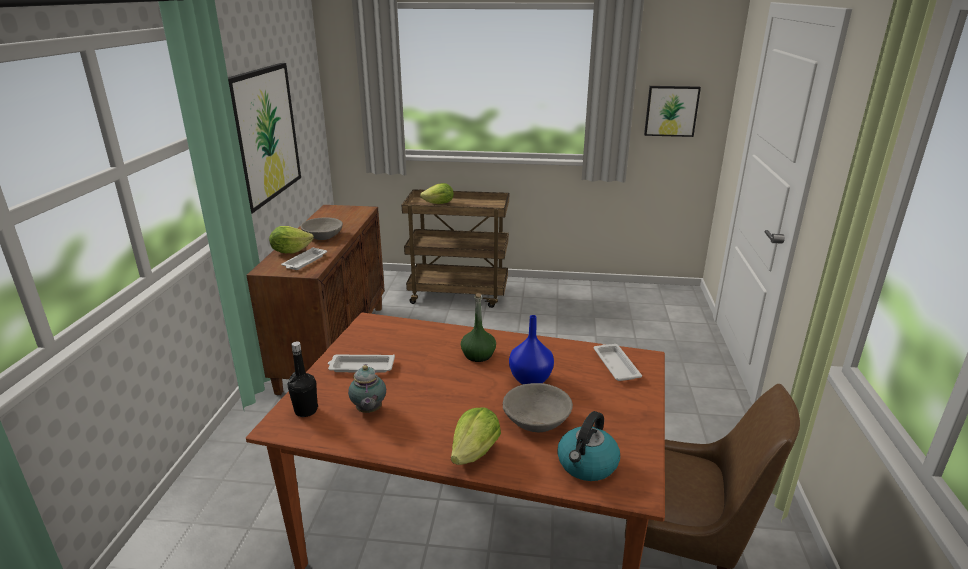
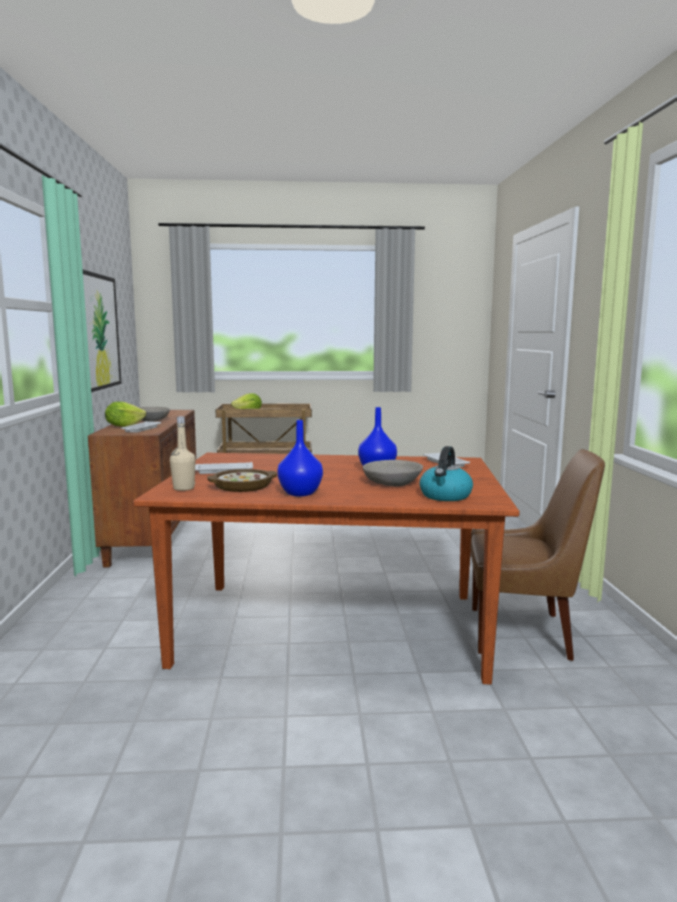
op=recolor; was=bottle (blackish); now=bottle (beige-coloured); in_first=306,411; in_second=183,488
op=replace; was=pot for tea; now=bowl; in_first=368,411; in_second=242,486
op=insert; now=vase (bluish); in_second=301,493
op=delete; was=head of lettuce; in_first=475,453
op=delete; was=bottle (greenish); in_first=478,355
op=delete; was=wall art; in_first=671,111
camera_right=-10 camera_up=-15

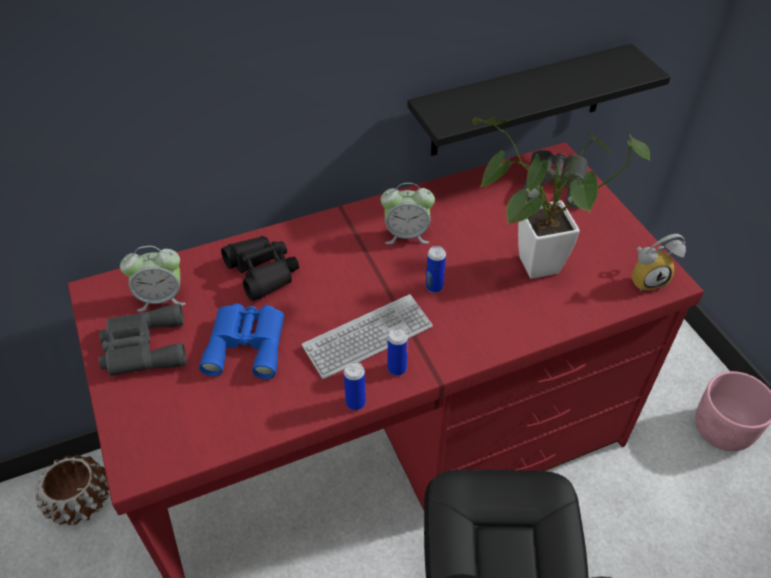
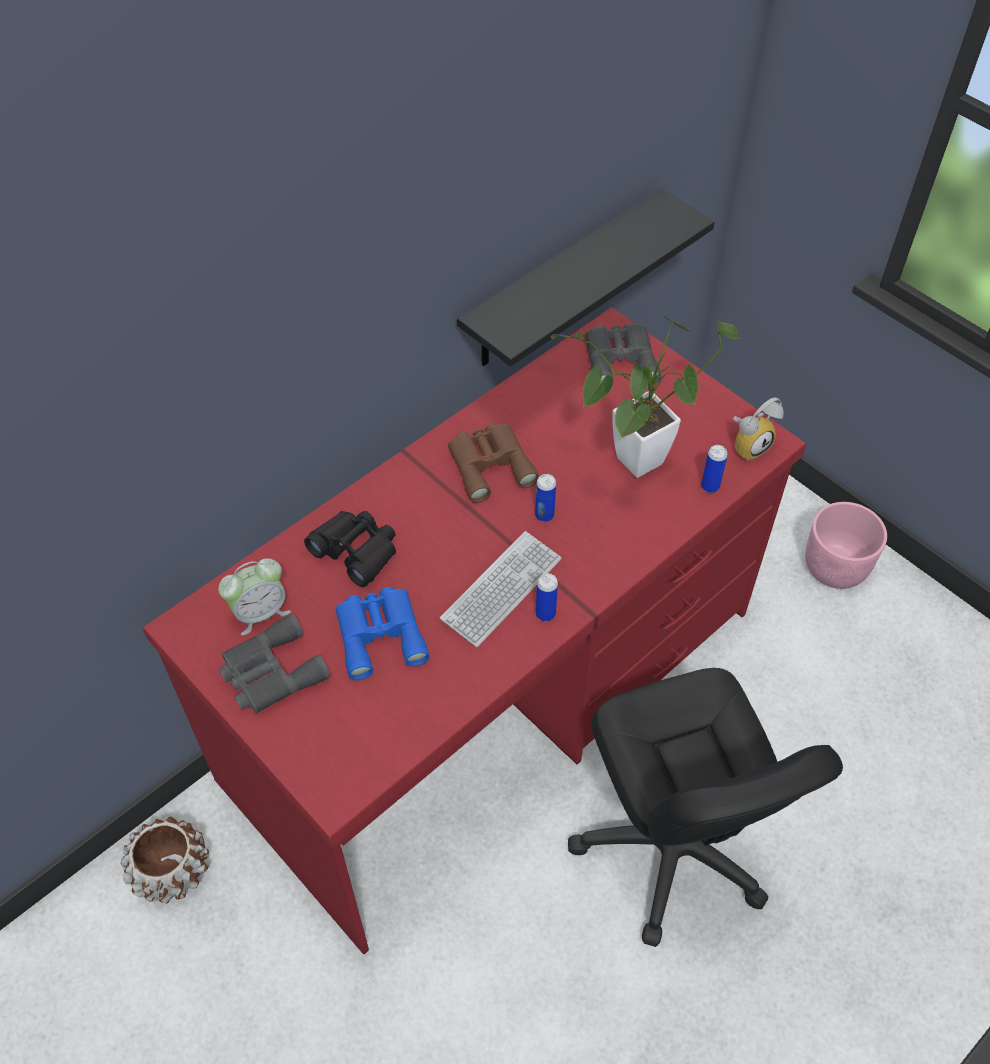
op=replace; was=alarm clock; now=binoculars (brownish); in_first=406,234; in_second=490,464
op=move; was=sealed can; in_first=355,403; in_second=710,486
camera_right=-20 camera_up=5

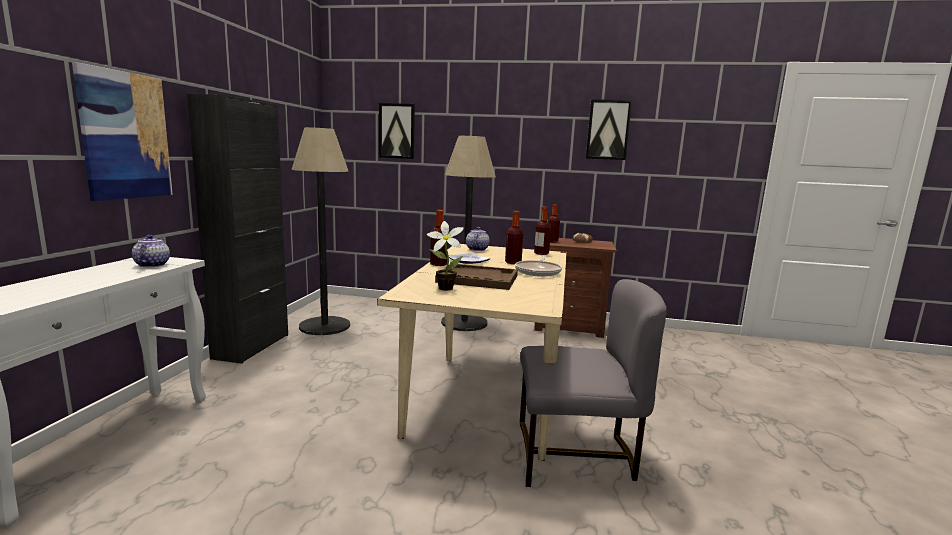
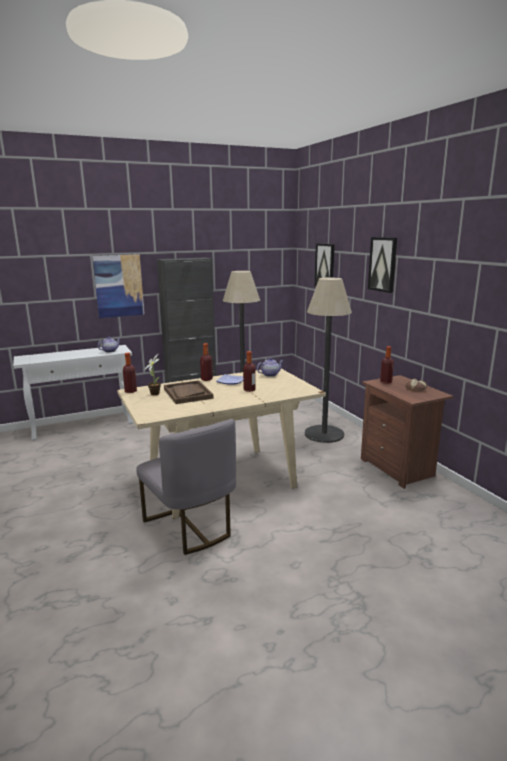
op=move; was=bottle; in_first=541,253; in_second=130,391
op=move; was=wall art; in_first=608,130; in_second=383,264
op=delete; was=pan; in_first=538,271
camera_right=55 camera_up=5

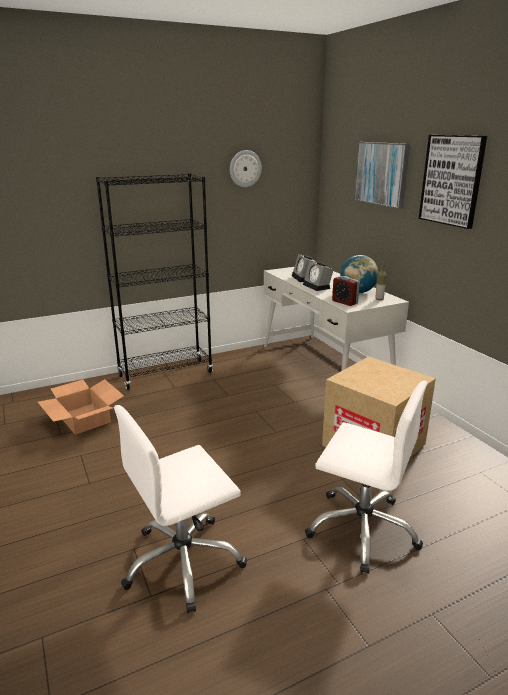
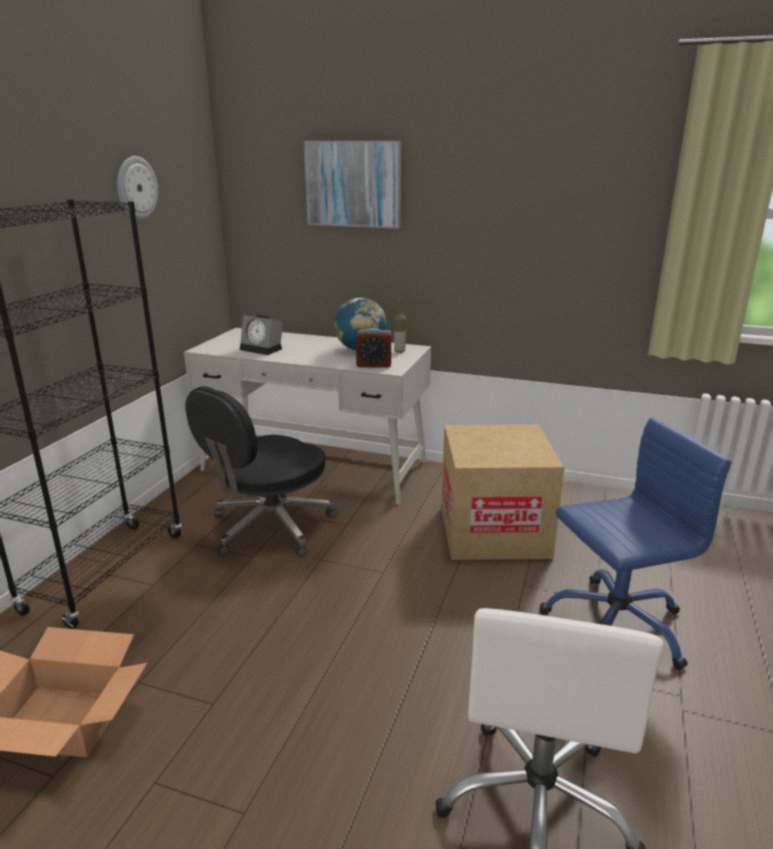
op=insert; now=desk chair (blackish); in_second=270,528
op=recolor; was=desk chair (whitish); now=desk chair (bluish); in_first=362,529; in_second=615,625
op=delete; was=alarm clock; in_first=318,286
op=delete; was=wall art; in_first=452,180
camera_right=-45 camera_up=0

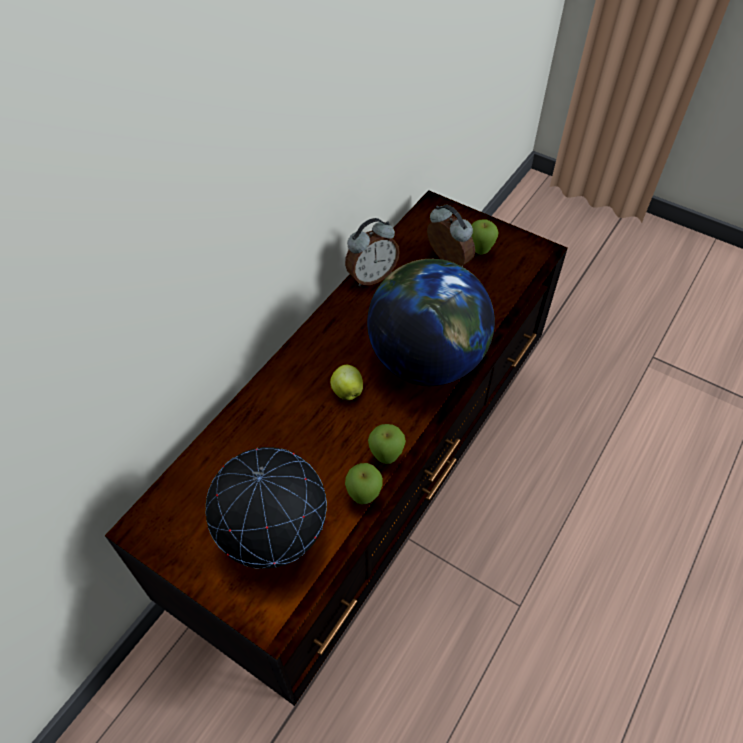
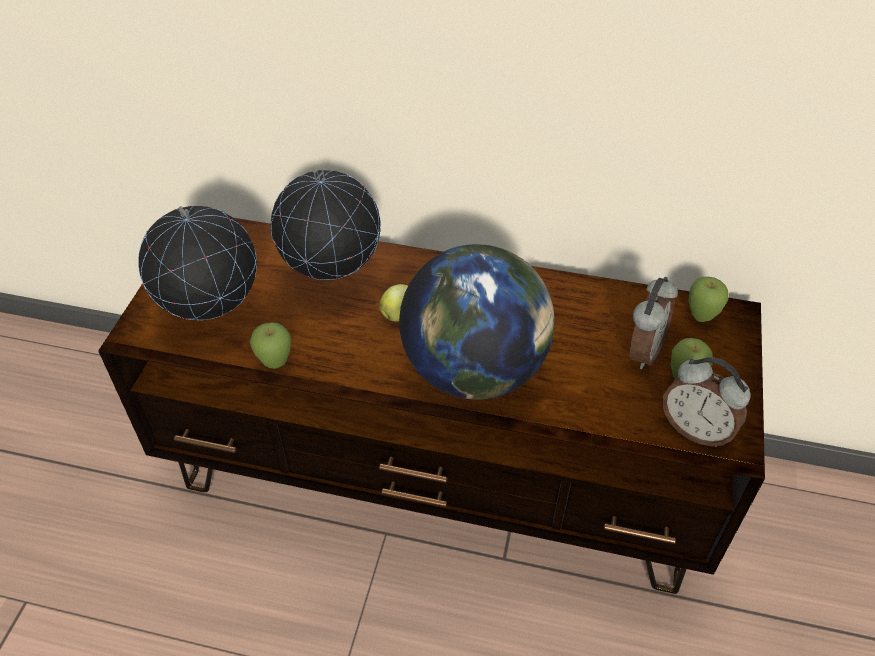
op=insert; now=world globe; in_second=332,275
op=move; was=alarm clock; in_first=371,276; in_second=695,429
op=move; was=whole apple; in_first=386,457; in_second=700,317
camera_right=70 camera_up=-5

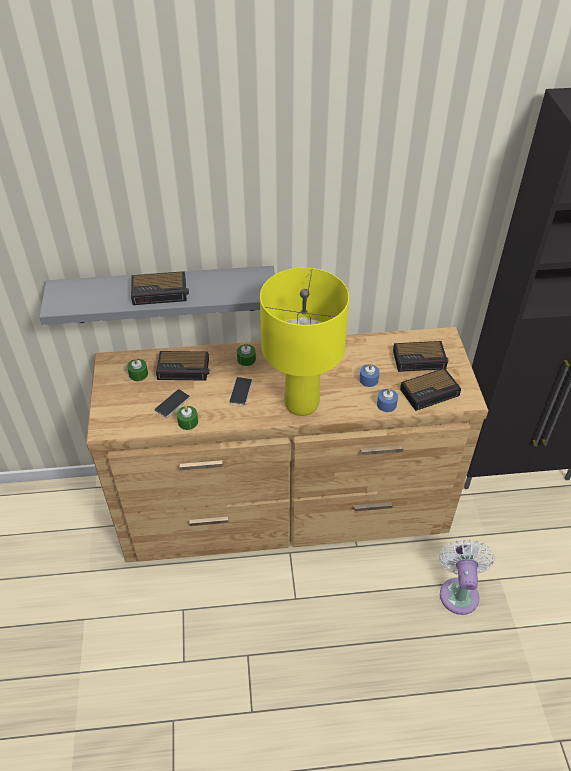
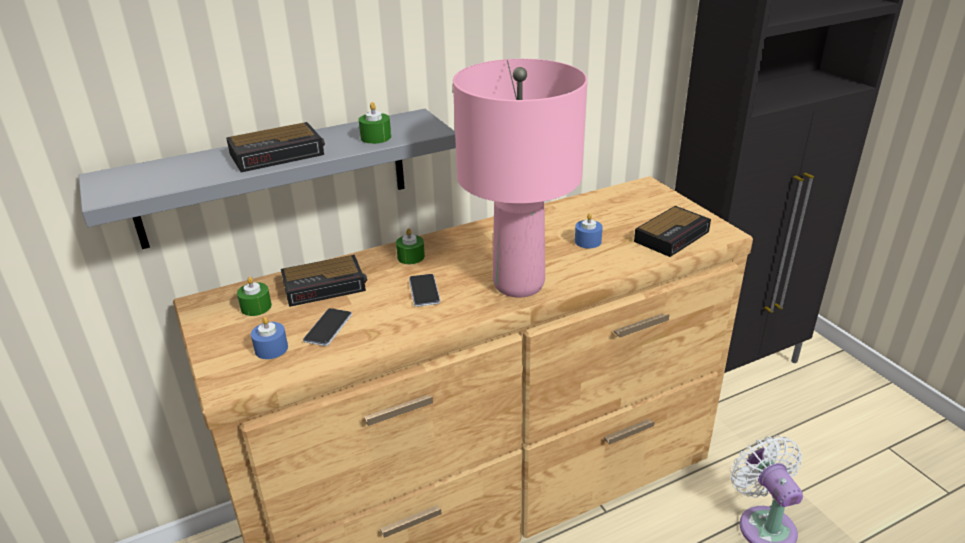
op=move; was=wax light (bluish); in_first=386,404; in_second=271,348
op=move; was=wax light (greenish); in_first=188,422; in_second=376,137
op=recolor; was=table lamp (yellow-coloured); now=table lamp (pink-coloured); in_first=302,403; in_second=519,283
op=delete; was=alarm clock; in_first=420,359
camera_right=-20 camera_up=-15

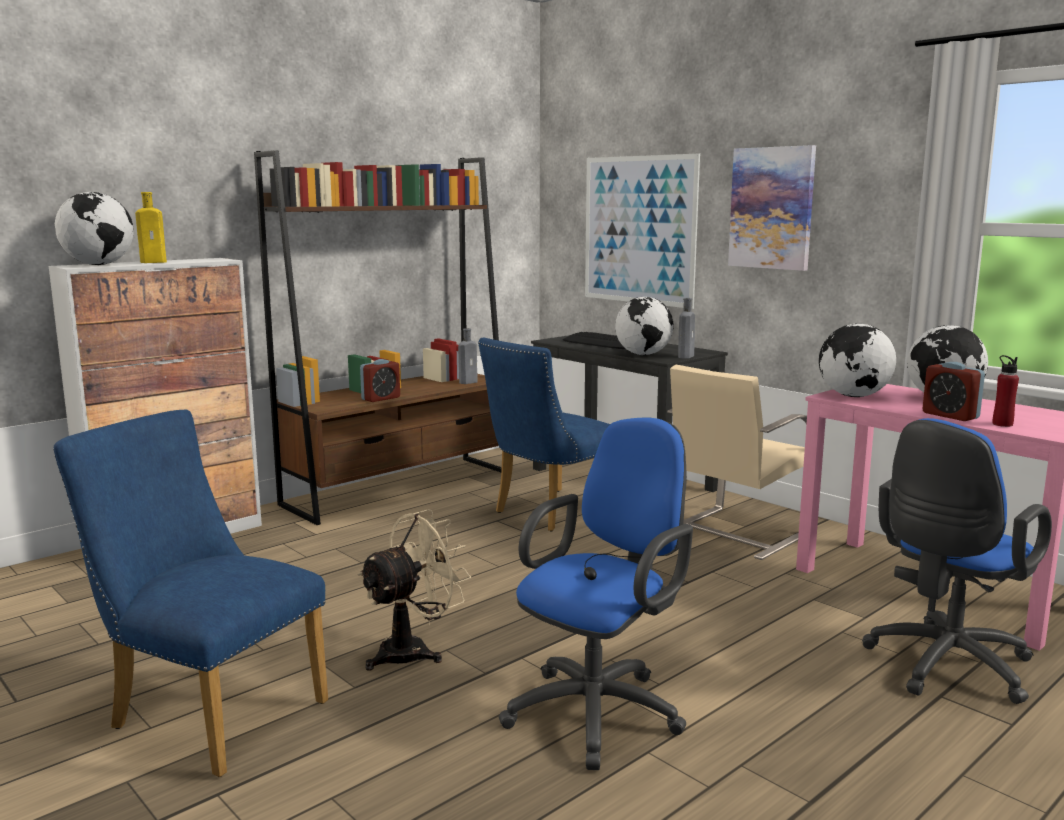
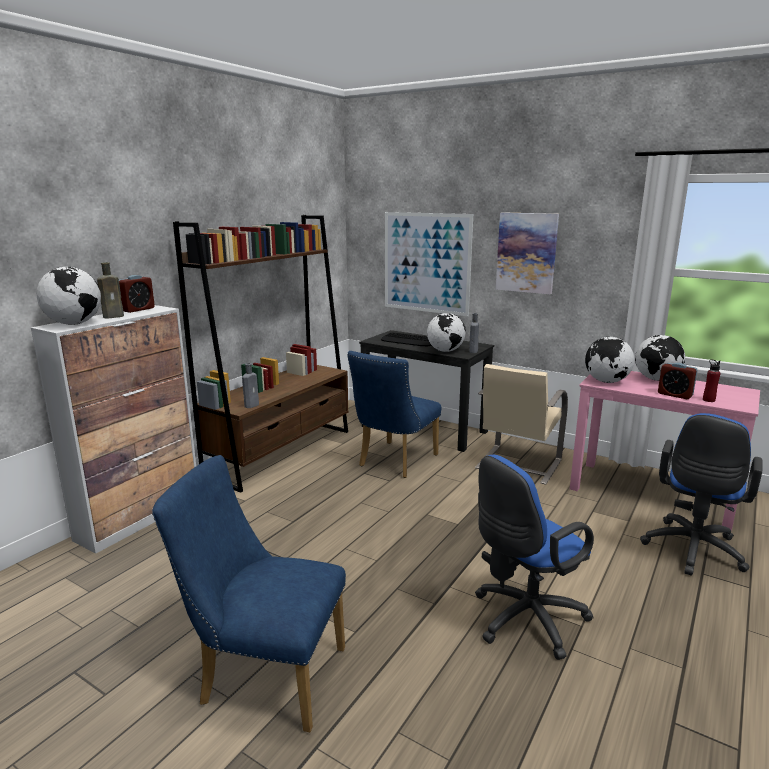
op=recolor; was=bottle (yellow-coloured); now=bottle (brownish); in_first=155,262; in_second=115,316
op=move; was=alarm clock; in_first=381,398; in_second=137,309
op=move; was=bottle (greyish); in_first=469,382; in_second=252,405
op=rotate; was=desk chair (bluish); in_first=600,710; in_second=524,620; clockwise=-150
op=delete; was=cooling fan (beige-coloured); in_first=413,650
camera_right=-15 camera_up=5

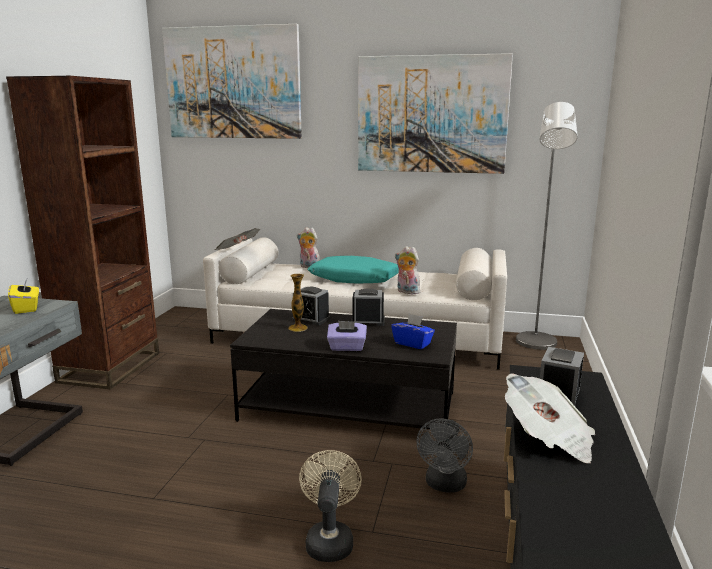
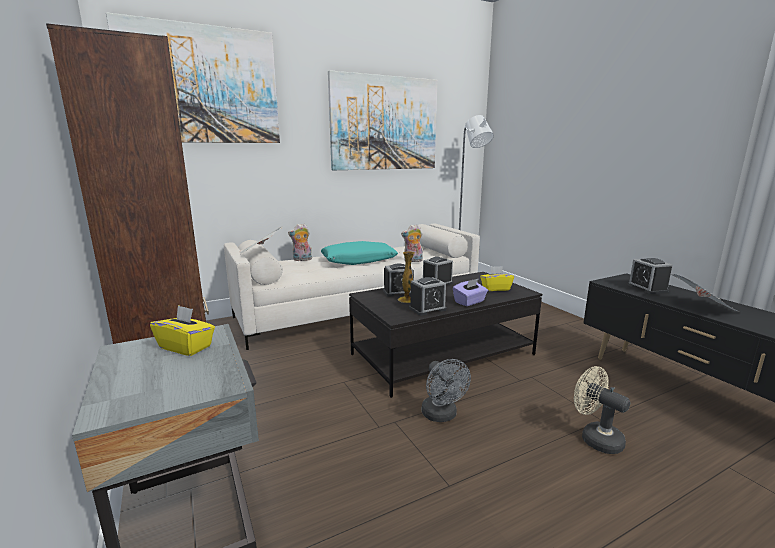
op=insert; now=alarm clock; in_second=427,309
op=move; was=cooling fan (greyish); in_first=444,485; in_second=442,416
op=recolor; was=tissue box (bluish); now=tissue box (yellow-coloured); in_first=412,343; in_second=495,288
camera_right=-40 camera_up=0

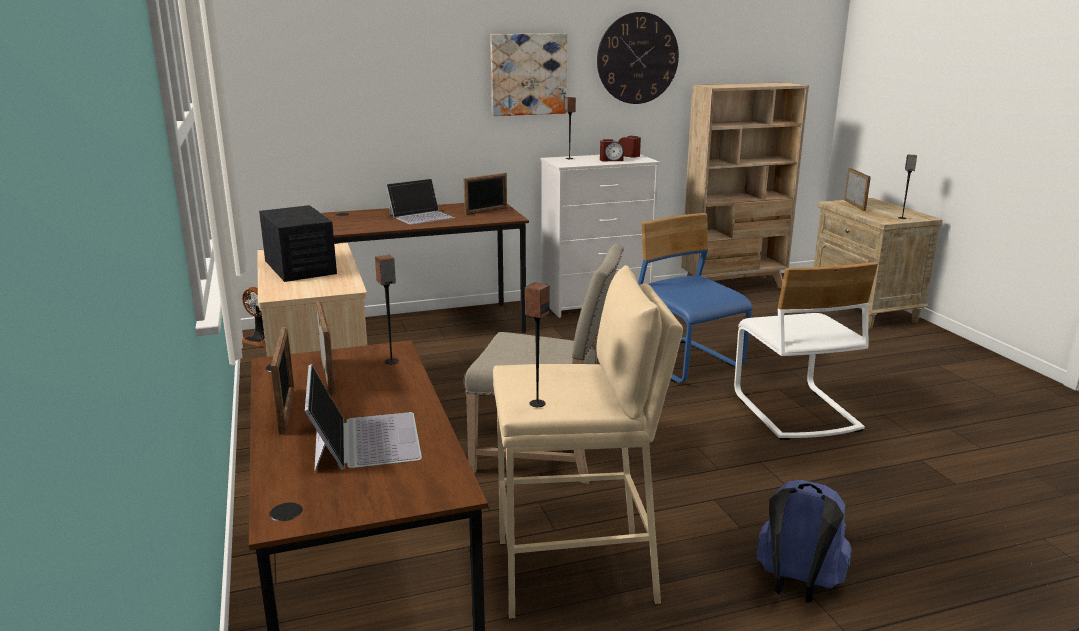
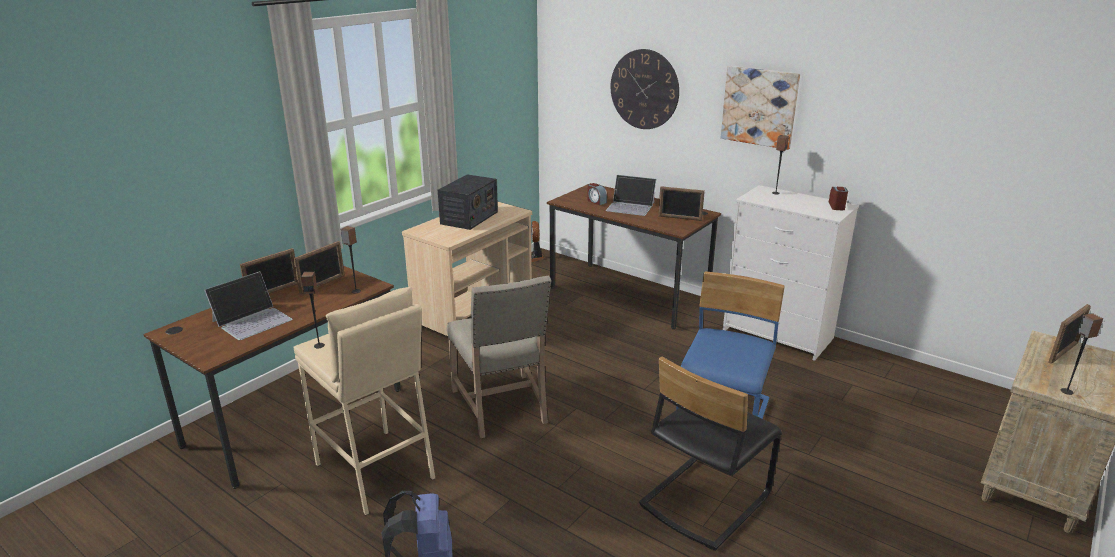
op=move; was=alarm clock; in_first=611,160; in_second=596,201
op=move; was=wall clock; in_first=637,58; in_second=644,89
op=recolor; was=plain chair (whitish); now=plain chair (blackish); in_first=794,411; in_second=704,500
op=delete; was=bookcase (beige-coloured); in_first=734,287
camera_right=55 camera_up=5

